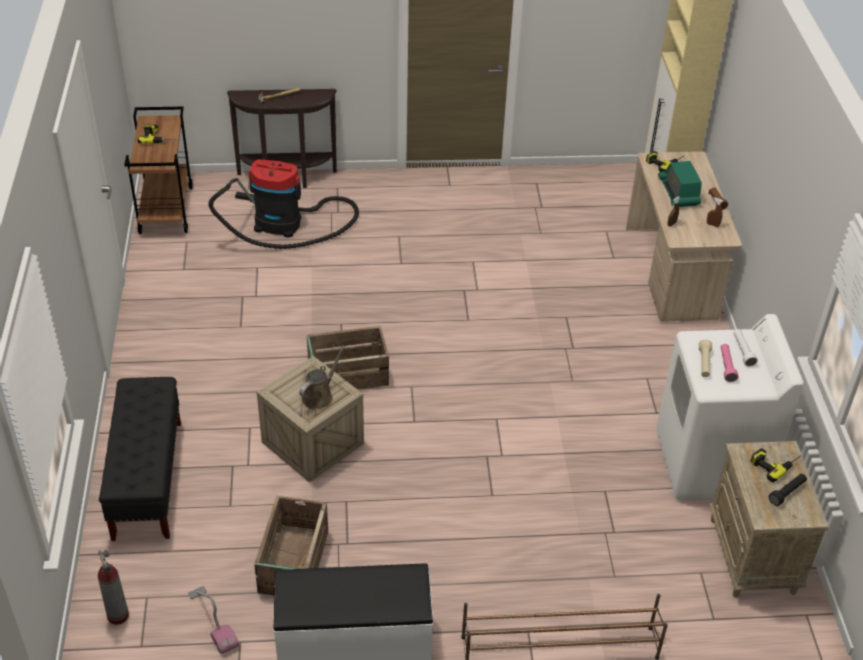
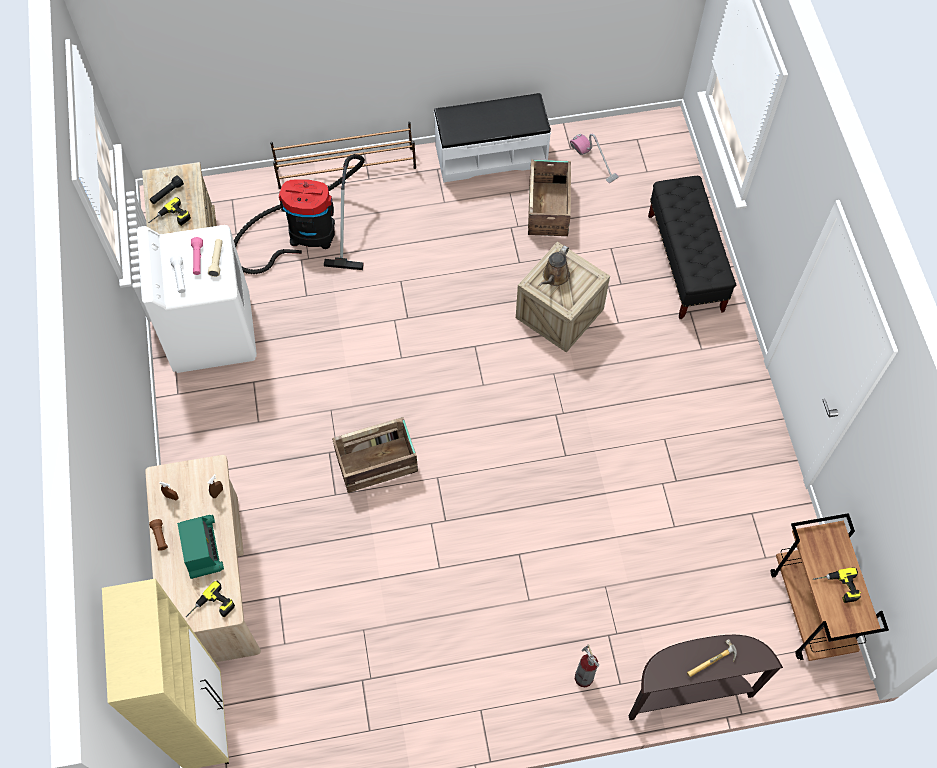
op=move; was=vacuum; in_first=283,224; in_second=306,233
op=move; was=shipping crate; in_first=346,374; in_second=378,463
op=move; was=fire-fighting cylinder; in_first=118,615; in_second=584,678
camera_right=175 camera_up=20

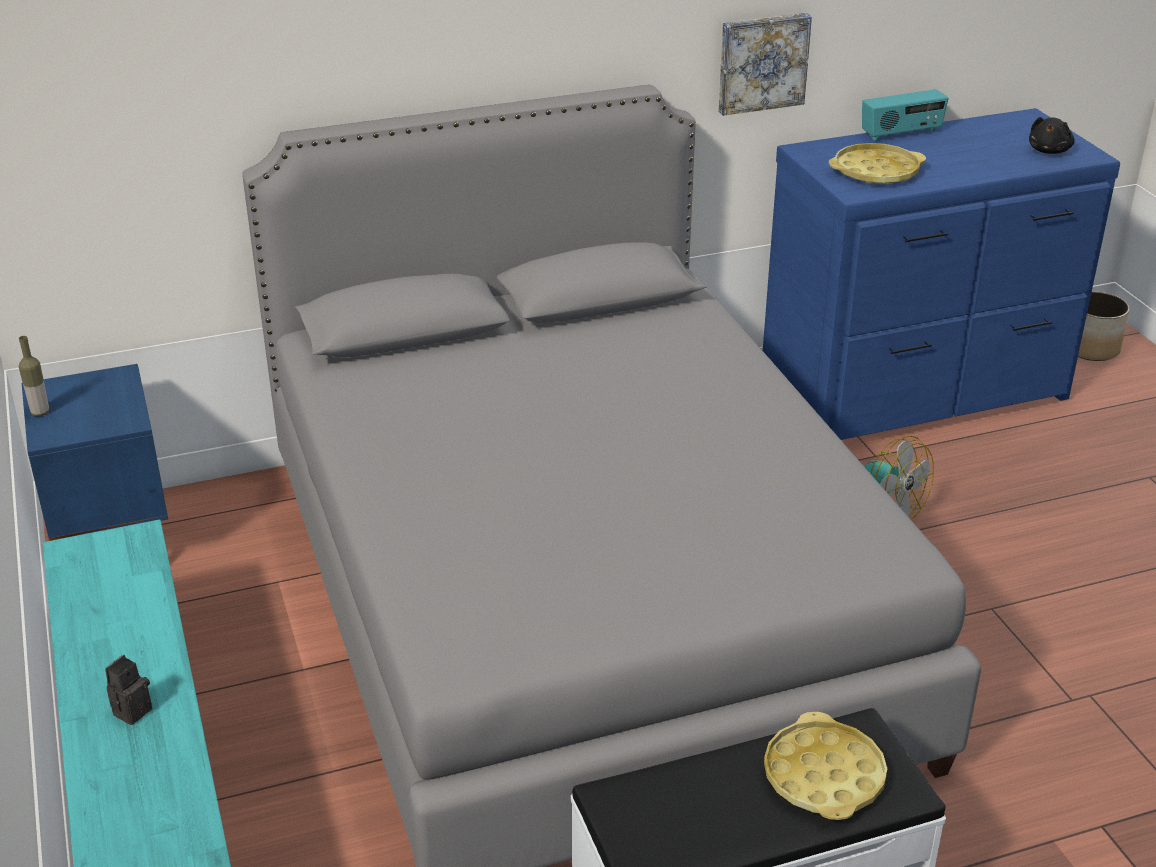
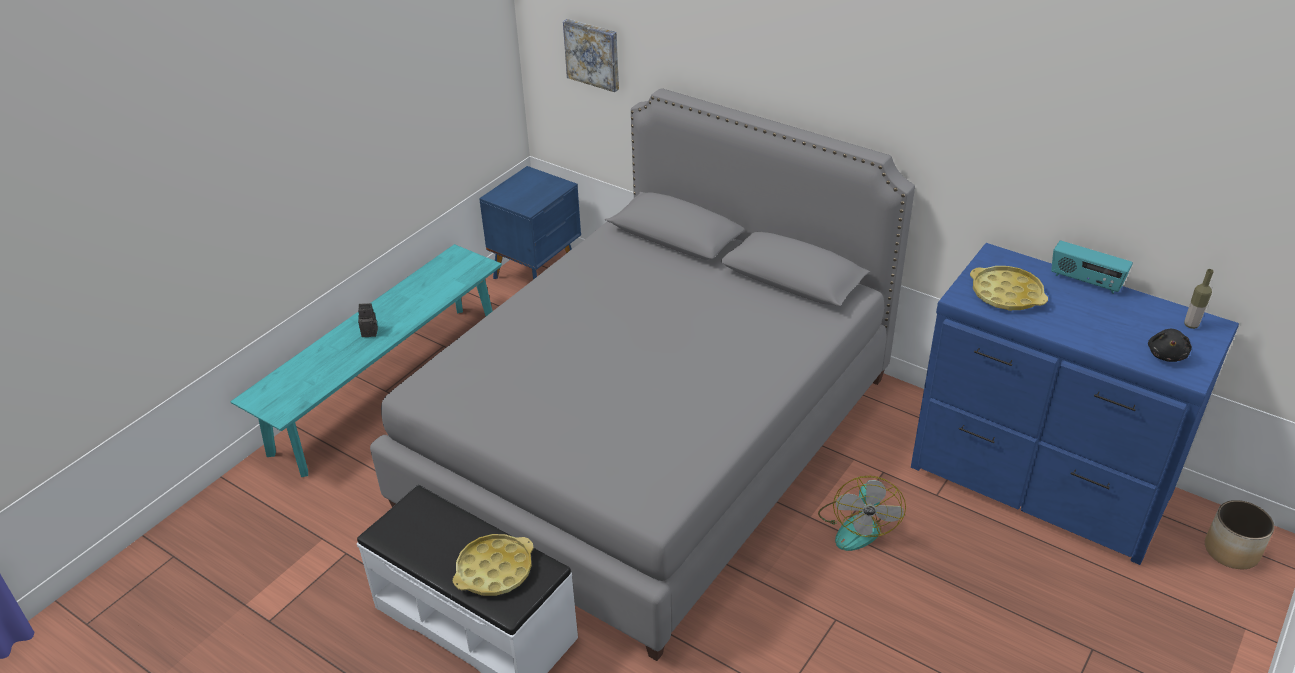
op=move; was=wall art; in_first=762,62; in_second=593,54
op=rotate; was=cuddly toy (blackish); in_first=1049,151; in_second=1166,355; clockwise=-60
op=move; was=bottle; in_first=40,412; in_second=1191,325
camera_right=55 camera_up=5

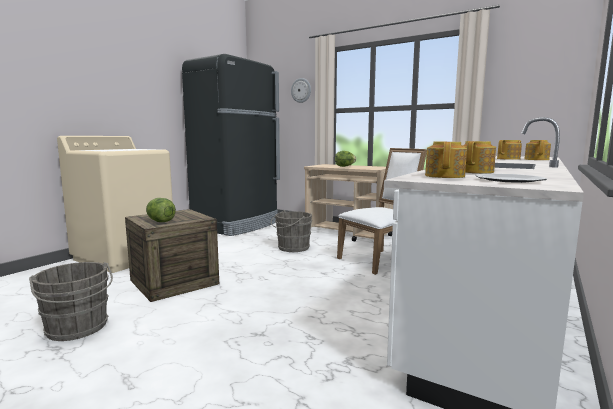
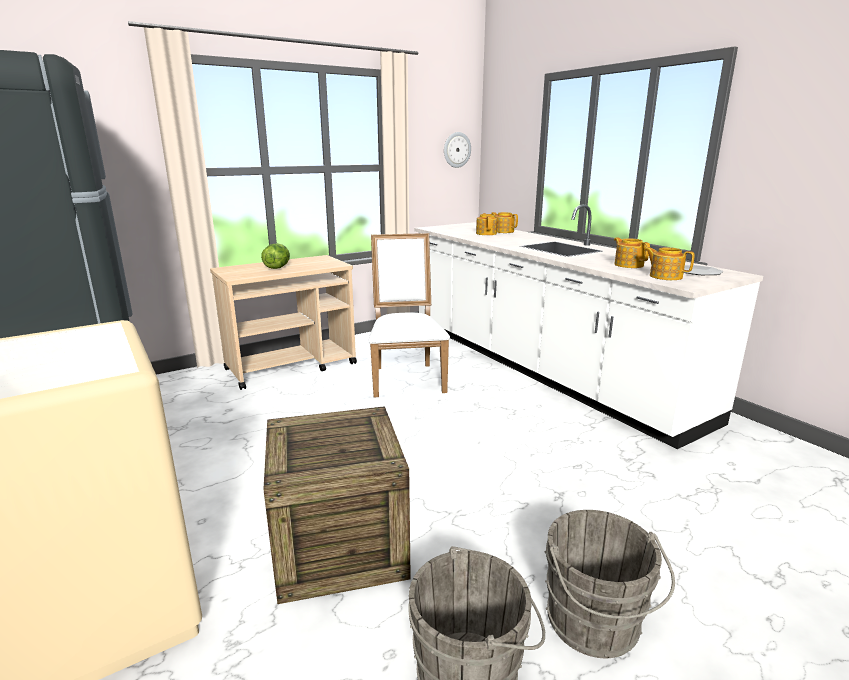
op=move; was=wall clock; in_first=301,90; in_second=456,150
op=move; was=pail (greyish); in_first=291,248; in_second=595,626
op=delete; was=head of lettuce; in_first=160,221
camera_right=-65 camera_up=10

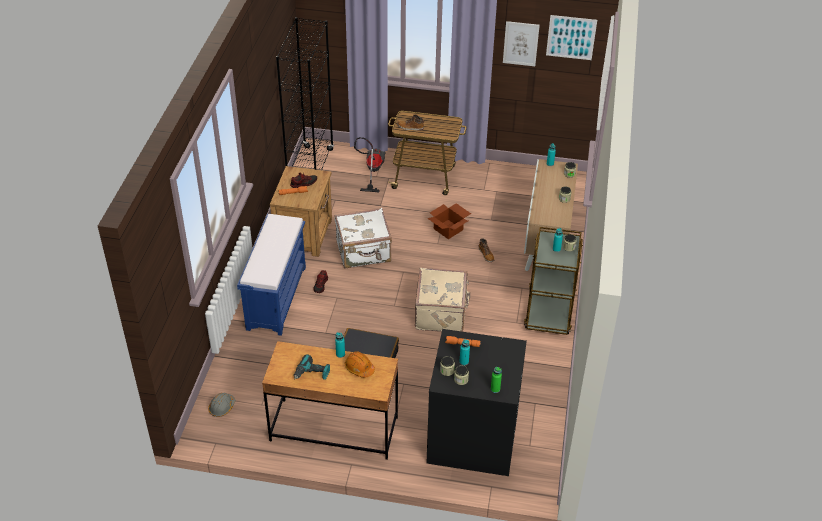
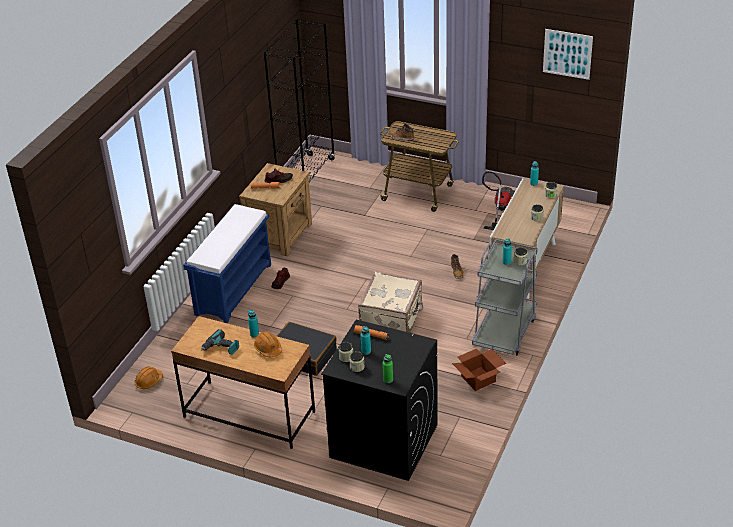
op=recolor; was=work helmet (greyish); now=work helmet (orange); in_first=222,407; in_second=149,381
op=move; was=cardboard box; in_first=449,229; in_second=479,379
op=recolor; was=trolley (brownish); now=trolley (greyish); in_first=549,311; in_second=504,331
op=move; was=vacuum; in_first=371,170; in_second=499,209
op=delete; was=piece of luggage (whitish); in_first=364,252
op=delete; was=wall art; in_first=520,43
camera_right=15 camera_up=-5

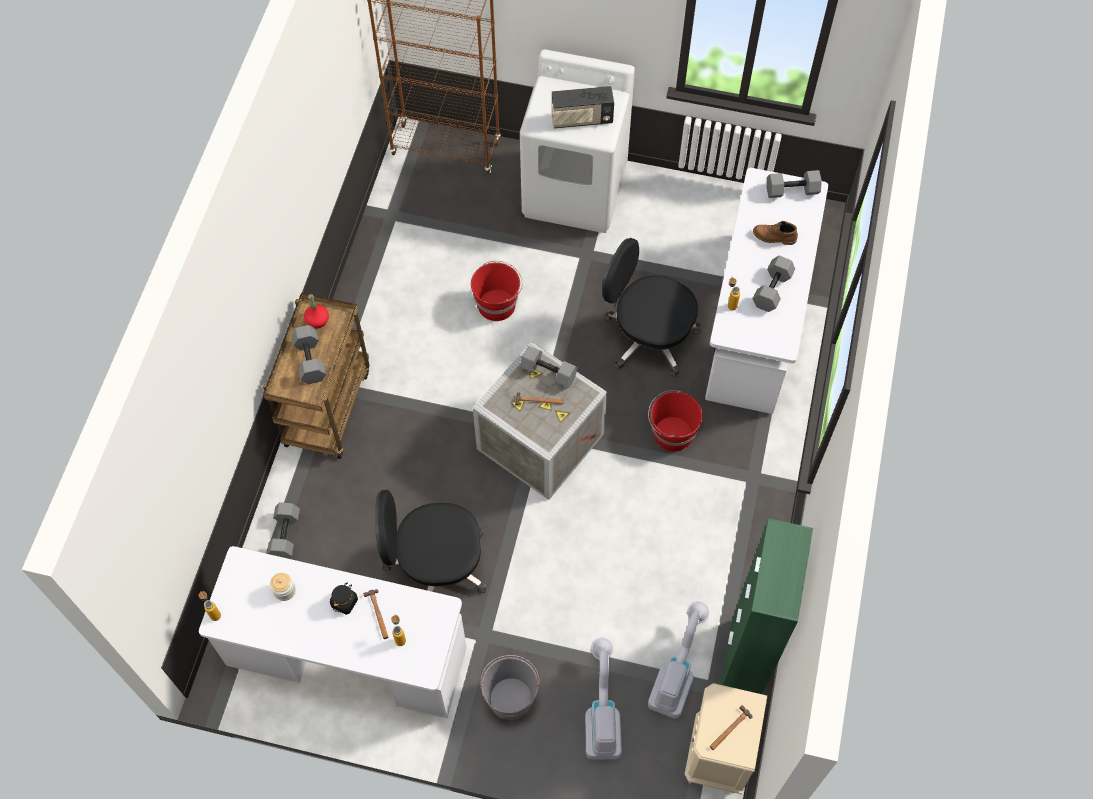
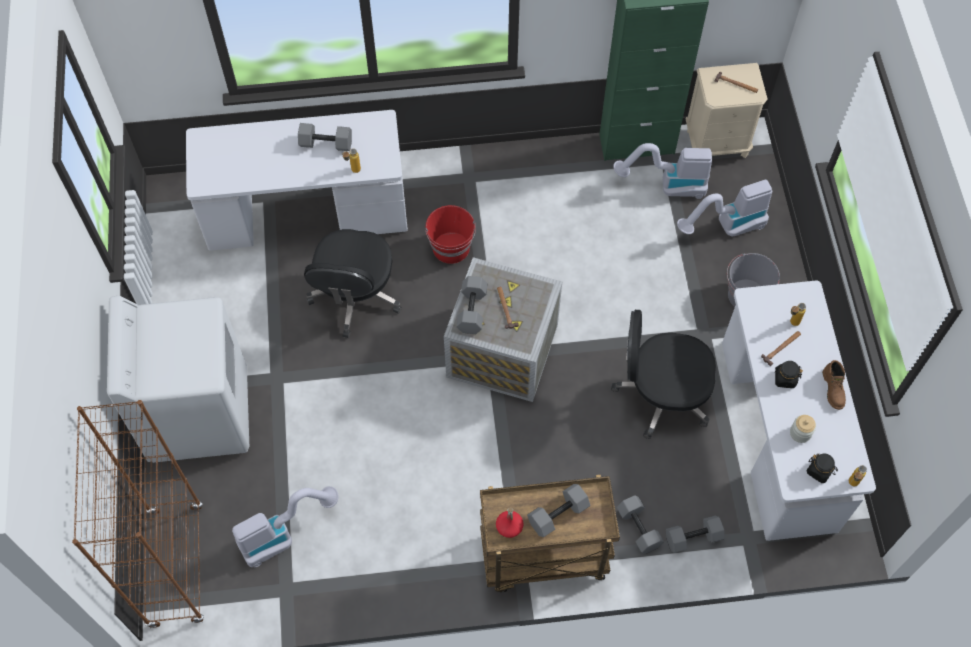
op=insert; now=vacuum; in_second=282,534
op=rotate; was=desk chair (blackish); in_first=435,565; in_second=661,394; clockwise=120
op=move; was=free weight (greyish); in_first=791,191; in_second=639,528
op=insert; now=storage jar (blackish); in_second=819,471
op=move; was=tall boot (brownish); in_first=774,237; in_second=833,389
op=delete; was=pail (red-coloured); in_first=497,304
op=delete; was=radio receiver; in_first=581,119
camera_right=-110 camera_up=0

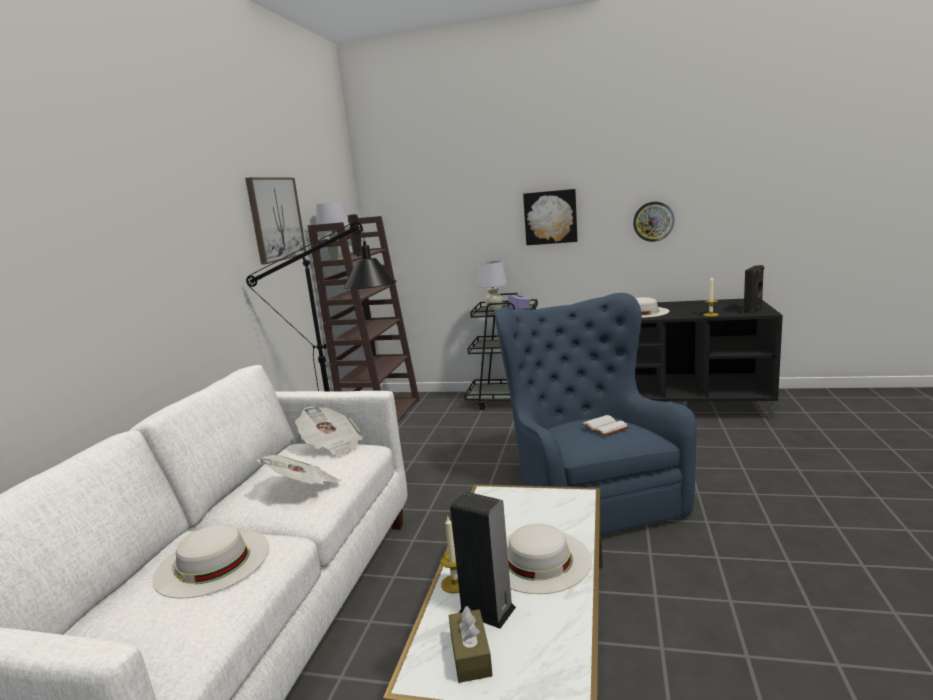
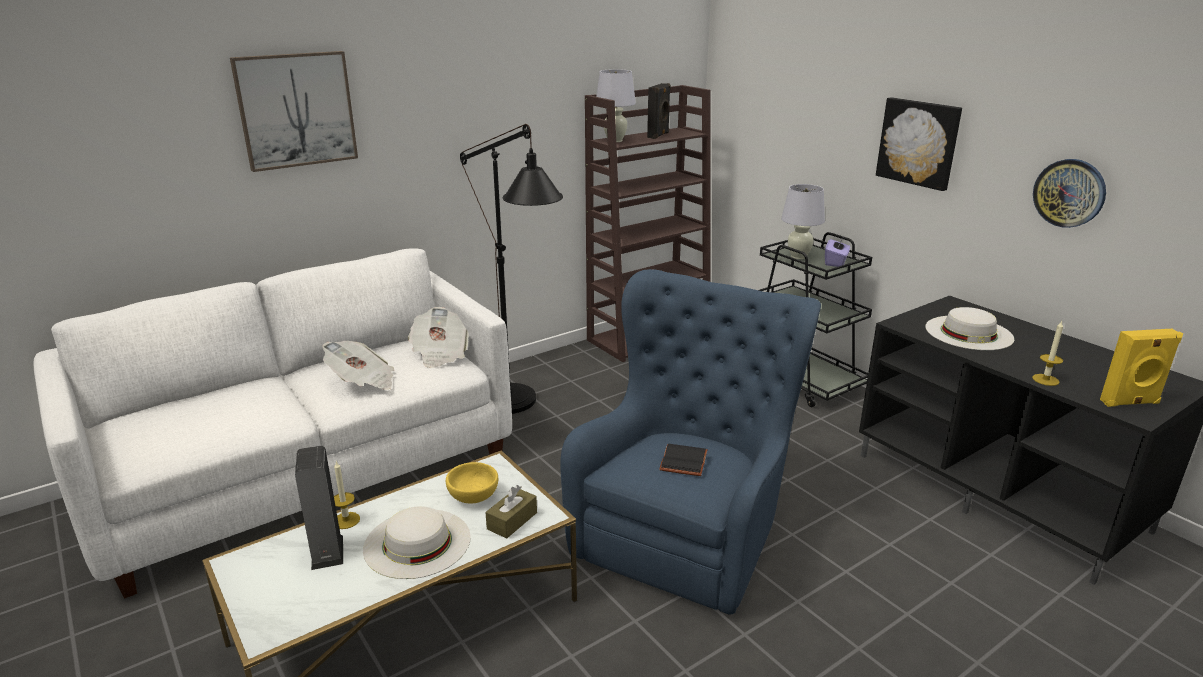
op=move; was=wall art; in_first=275,219; in_second=296,110
op=insert; now=bowl (yellow-coloured); in_second=472,496
op=move; was=tissue box (brownish); in_first=470,655; in_second=512,521
op=recolor; was=volume (whitish); now=volume (blackish); in_first=606,427; in_second=685,462
op=recolor; was=loudspeaker (blackish); now=loudspeaker (yellow-coloured); in_first=753,310; in_second=1130,403
op=delete; was=hat (whitish); in_first=212,562
camera_right=40 camera_up=10

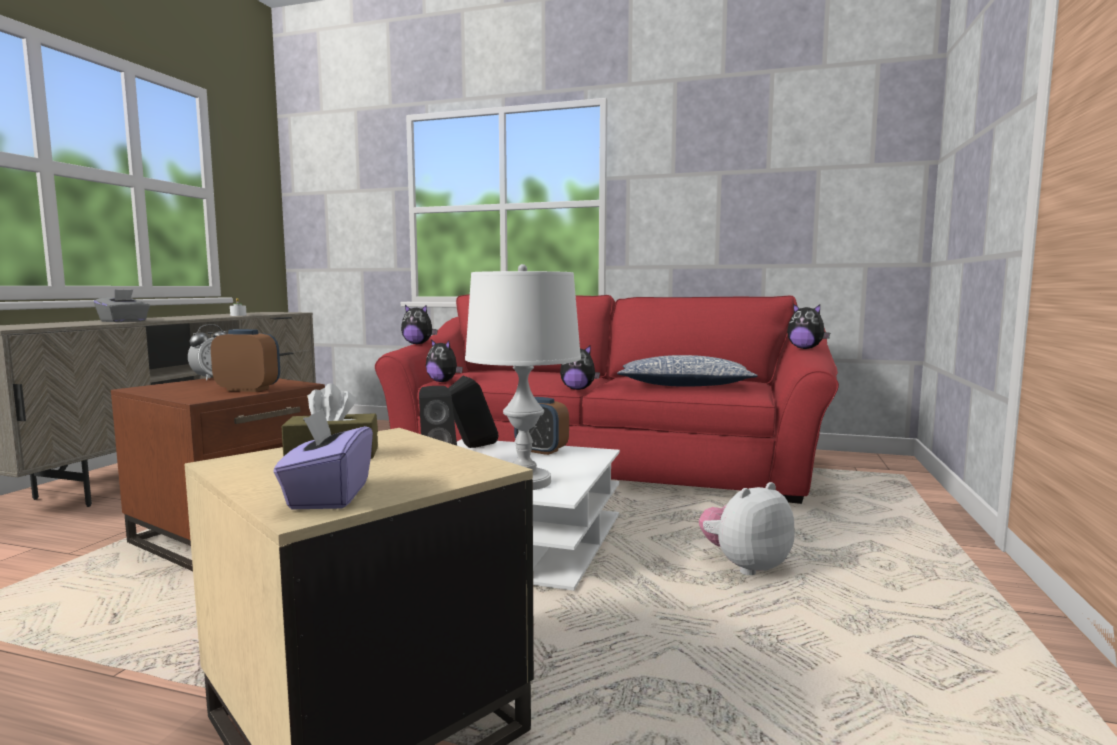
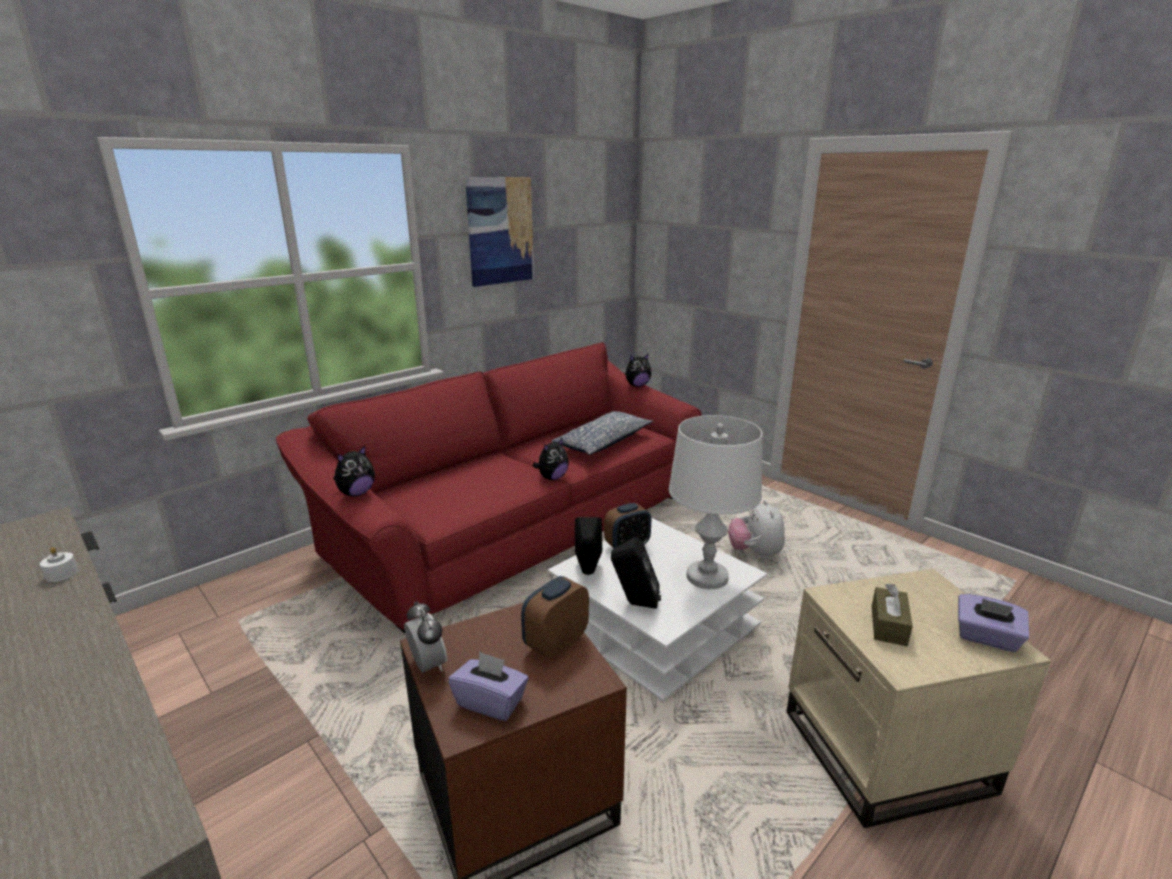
op=insert; now=tissue box (purple-coloured); in_second=491,702
op=insert; now=wall art; in_second=500,231
op=delete; was=tissue box (greyish); in_first=124,321
op=delete; was=cuddly toy; in_first=443,382
camera_right=-60 camera_up=15

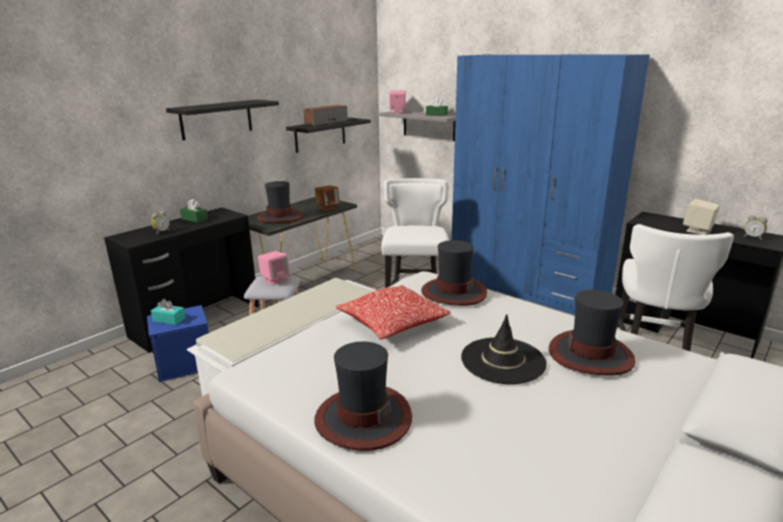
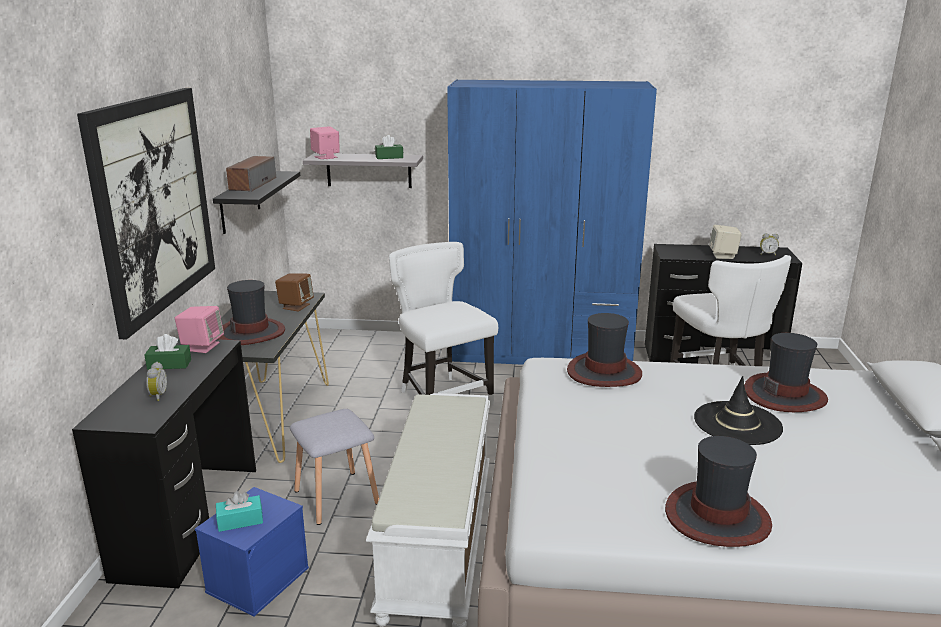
op=replace; was=shelf (blackish); now=wall art; in_first=216,119; in_second=154,204
op=move; was=loudspeaker (pink-coloured); in_first=275,280; in_second=202,346
op=delete; was=throw pillow; in_first=392,323
camera_right=-35 camera_up=0

